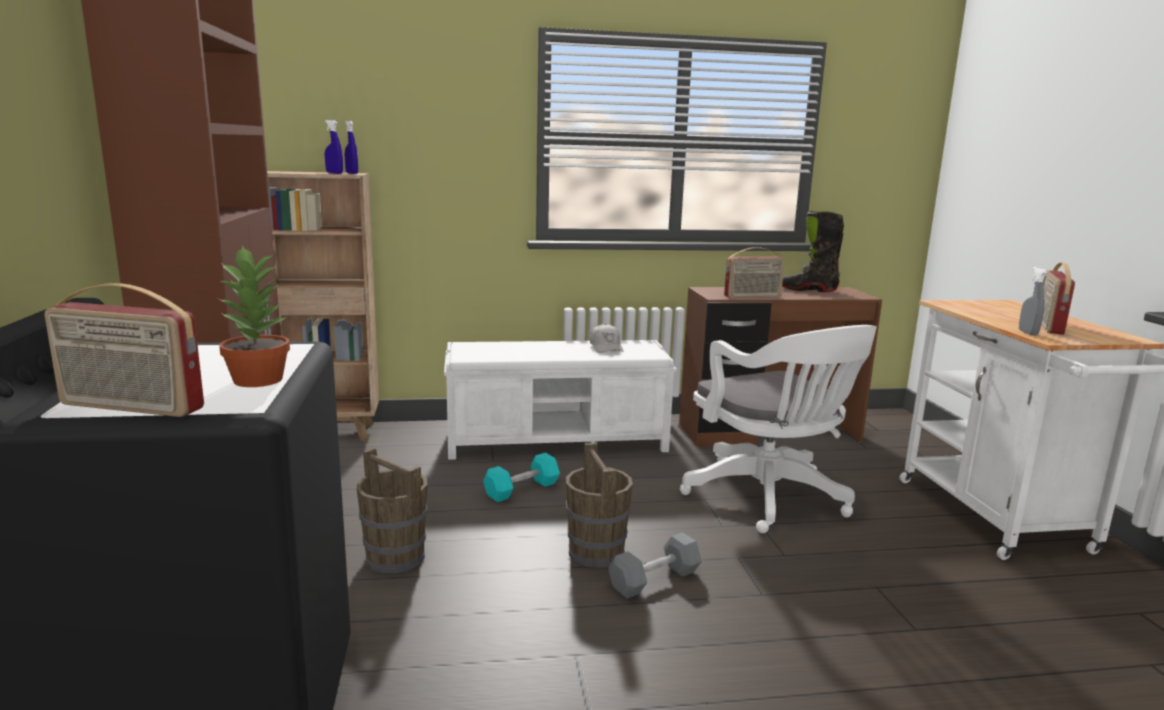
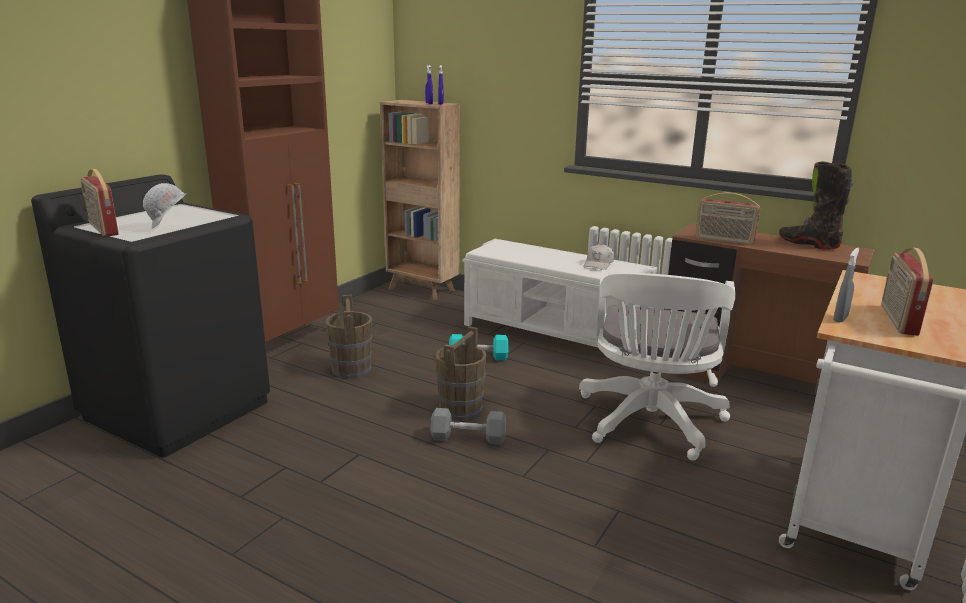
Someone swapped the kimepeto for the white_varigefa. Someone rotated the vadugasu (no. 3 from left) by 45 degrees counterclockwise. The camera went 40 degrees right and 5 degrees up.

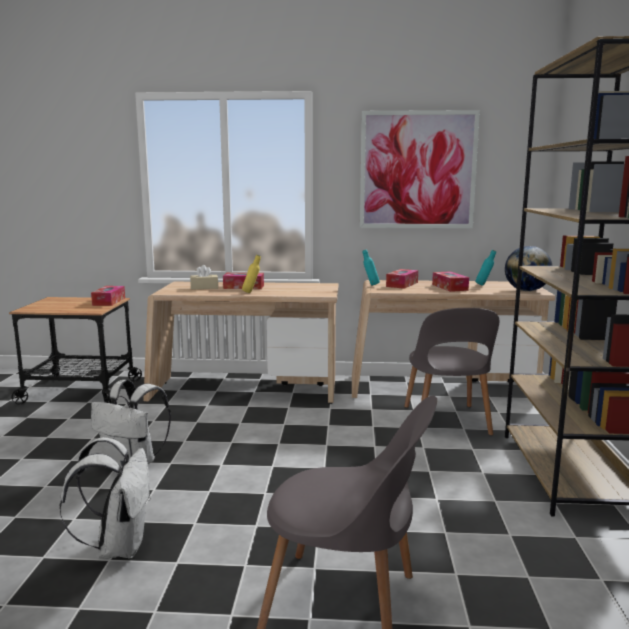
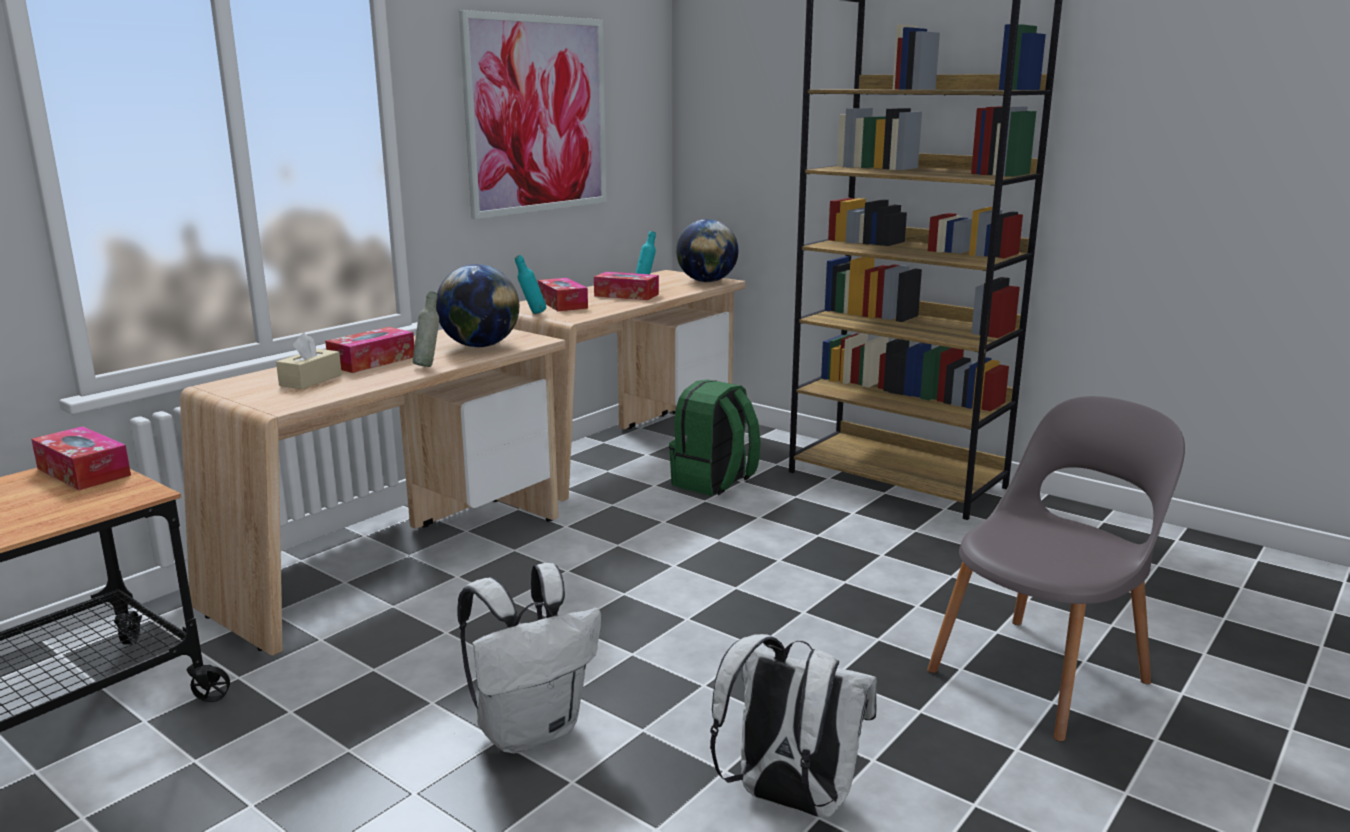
Someone repainted the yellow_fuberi, which became the grey_fuberi. Someone put down the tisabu (no. 1 from left). Someone swapped the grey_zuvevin (no. 2 from left) for the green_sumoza. The camera went 55 degrees left and 5 degrees up.

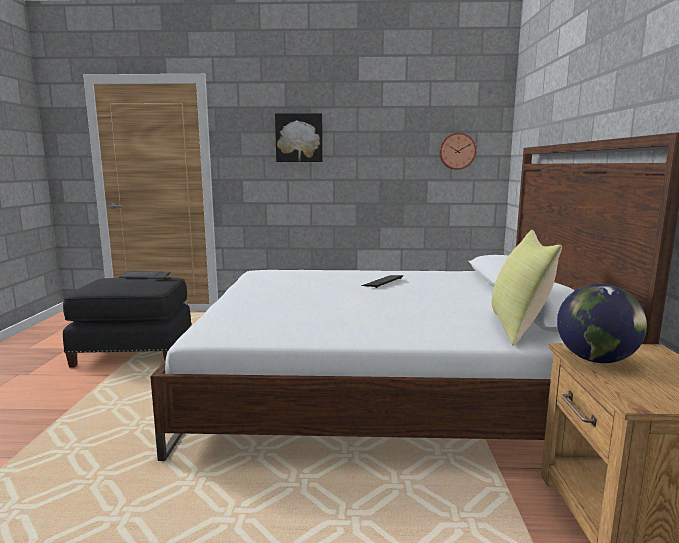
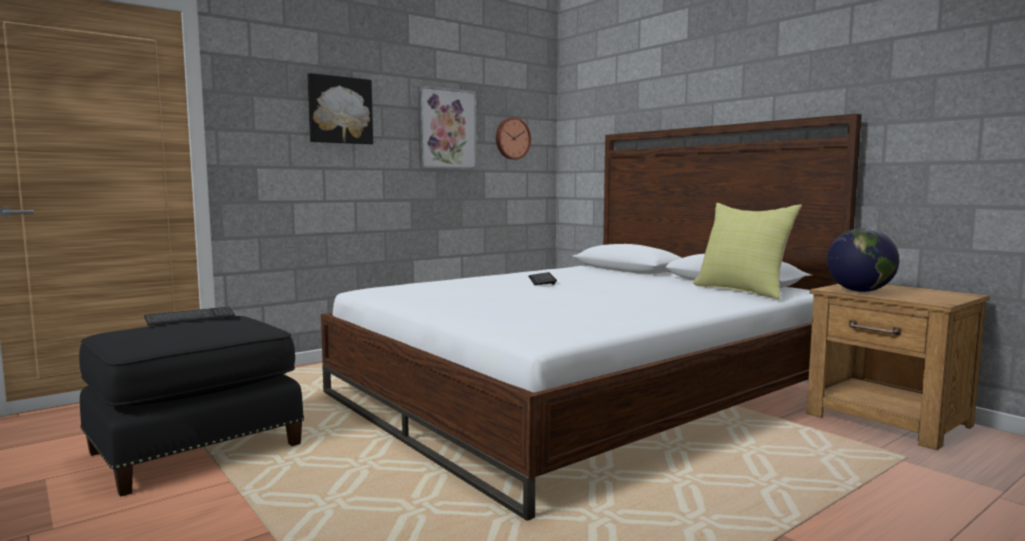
Someone put up the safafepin (no. 2 from left). The camera went 40 degrees left and 5 degrees down.

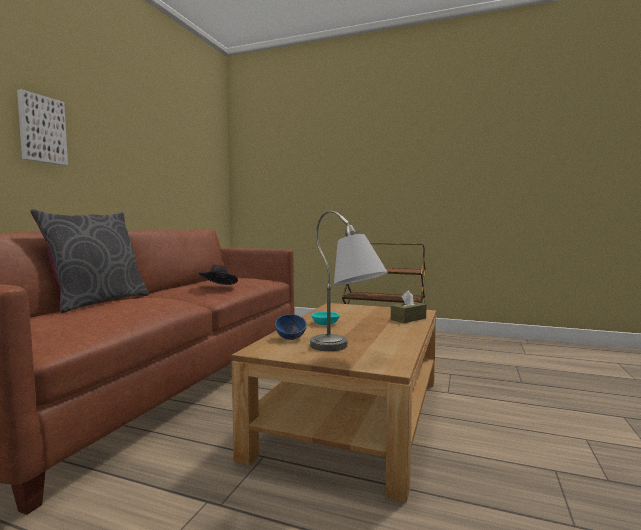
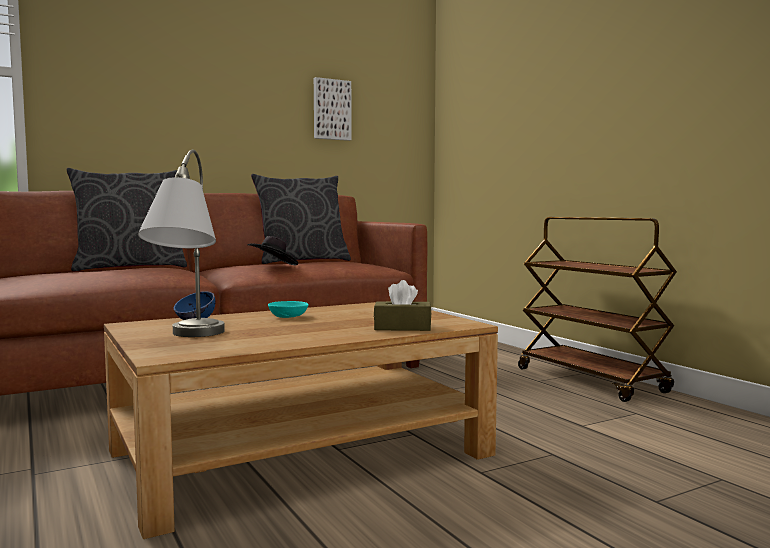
Someone put down the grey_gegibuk (no. 2 from left). Someone carried the safafepin. The camera went 40 degrees right and 0 degrees up.

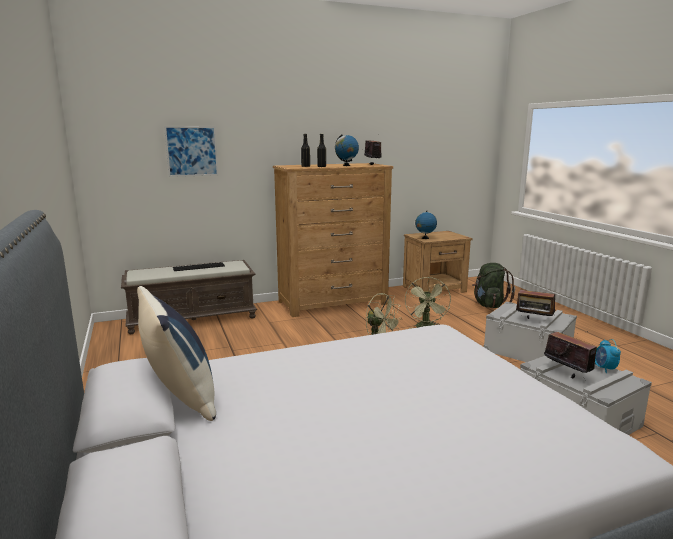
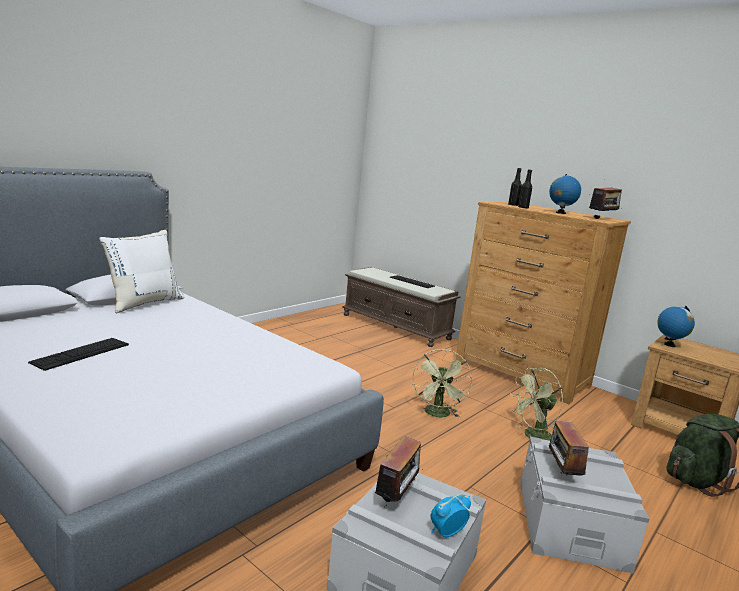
Someone put down the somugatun (no. 1 from left). Someone repainted the blue_gegibuk, which became the white_gegibuk. Someone took away the safafepin. The camera went 60 degrees right and 0 degrees up.

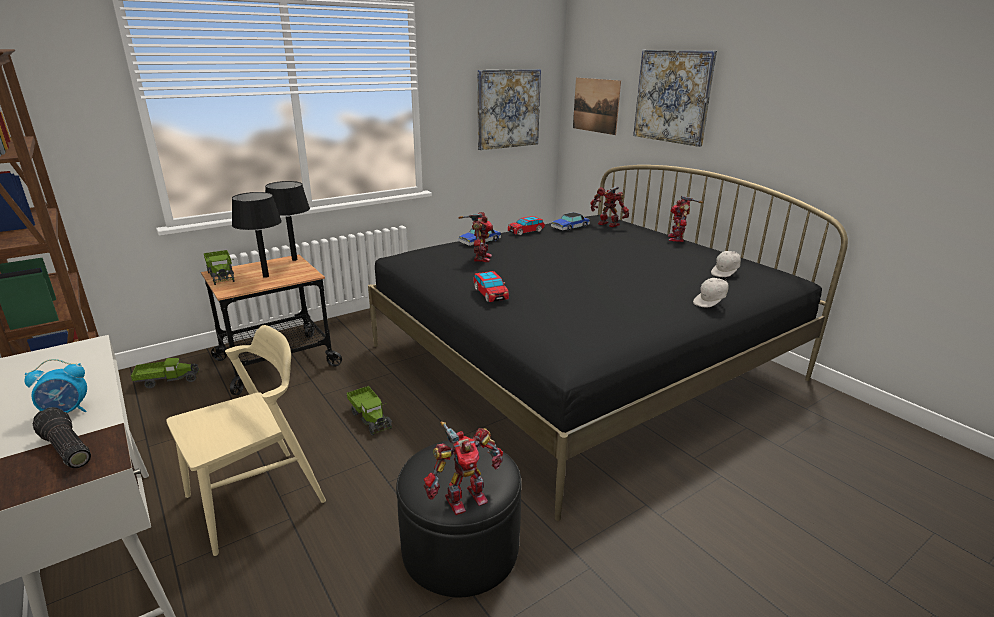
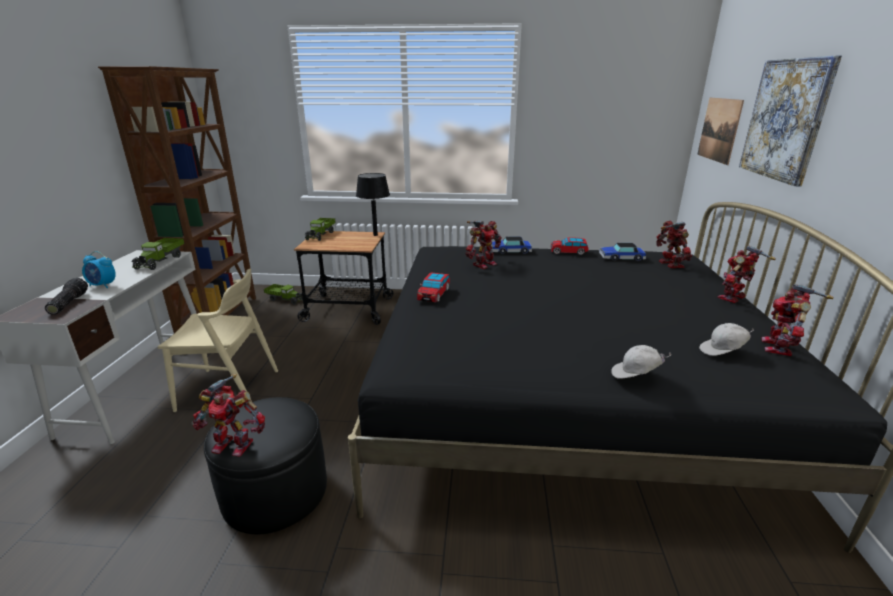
Someone carried the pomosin (no. 3 from left in the first image). Someone put down the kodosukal (no. 5 from left). Someone took away the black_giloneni (no. 1 from left). Someone took away the safafepin (no. 1 from left). The camera went 40 degrees right and 0 degrees up.

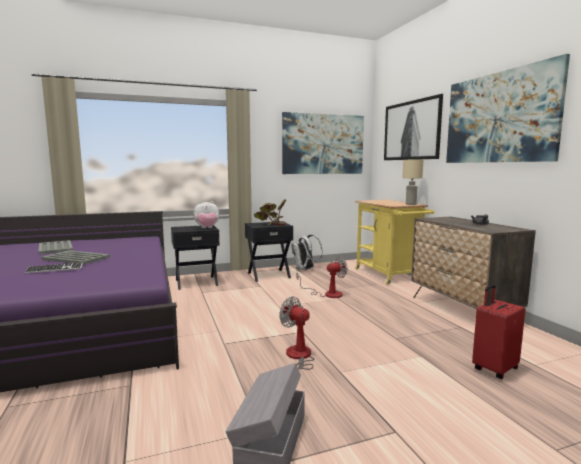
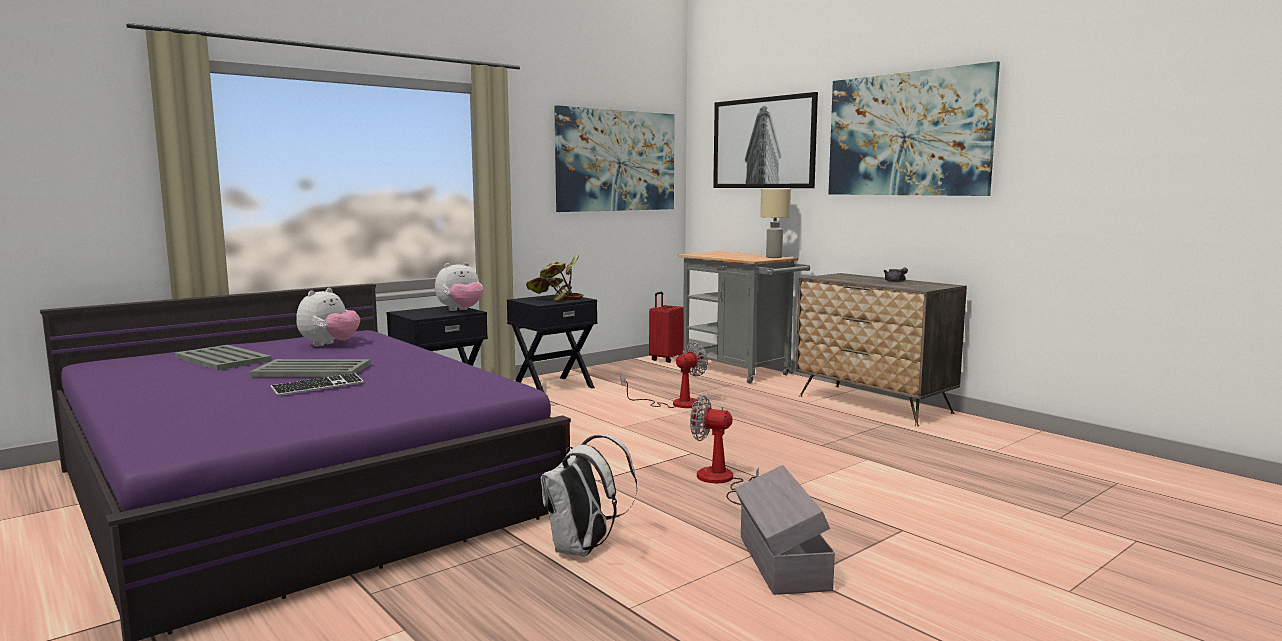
Someone put down the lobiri (no. 1 from left). Someone carried the white_sumoza. Someone carried the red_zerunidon. Someone repainted the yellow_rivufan, which became the grey_rivufan. The camera went 20 degrees left and 0 degrees up.

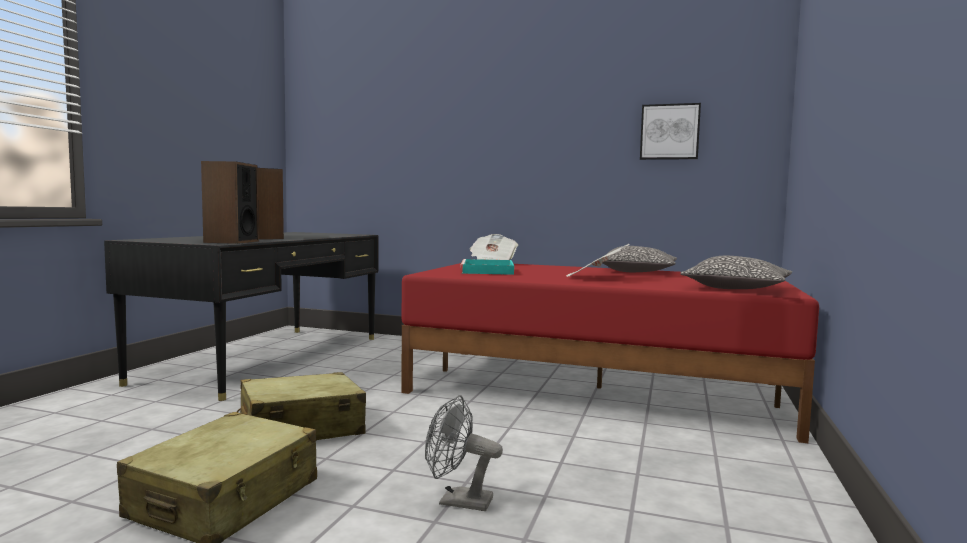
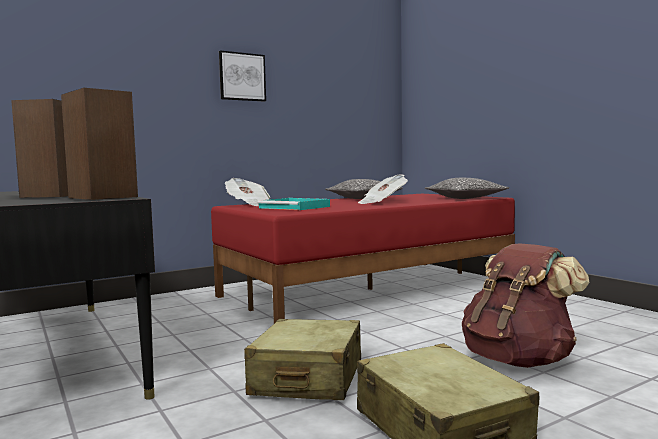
Someone carried the safafepin. Someone swapped the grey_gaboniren for the brown_sumoza. The camera went 50 degrees left and 0 degrees up.

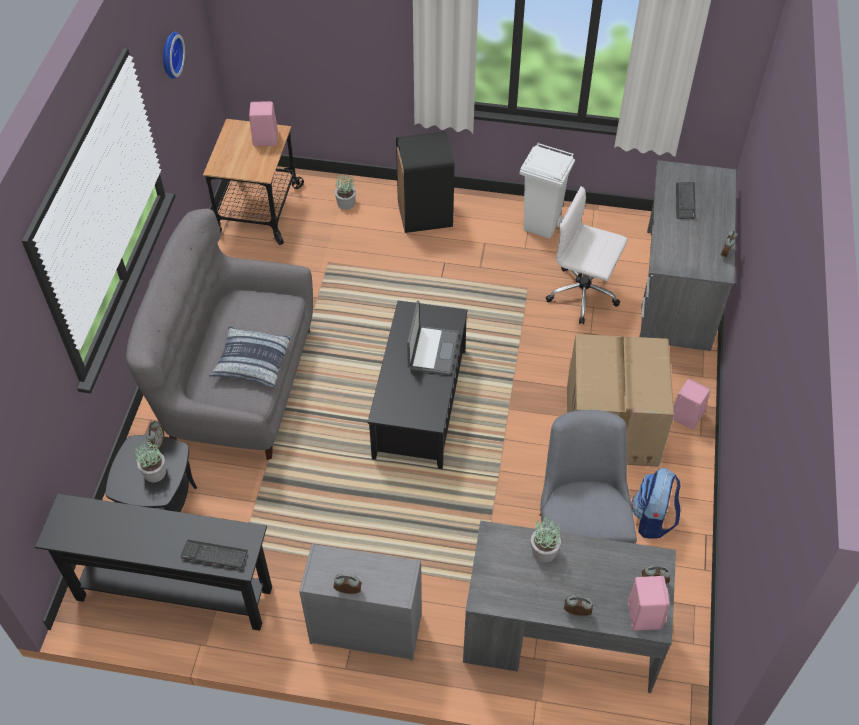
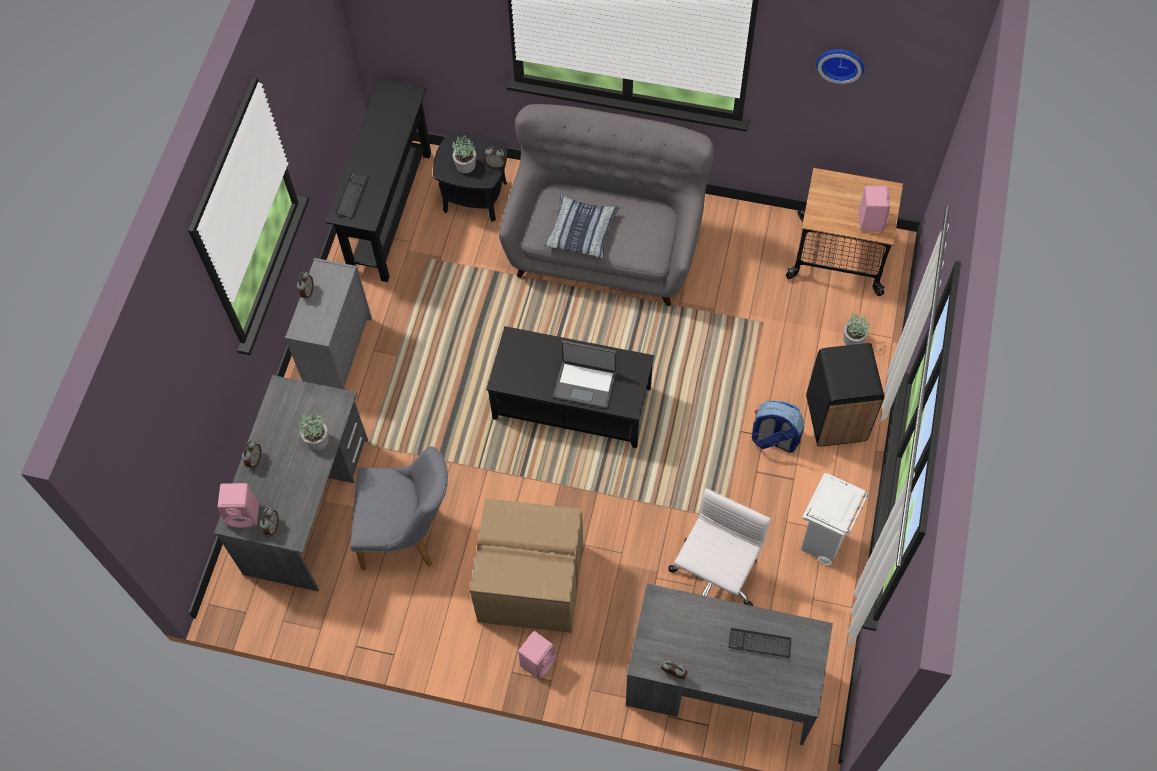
Someone carried the sumoza. The camera went 95 degrees right and 10 degrees up.

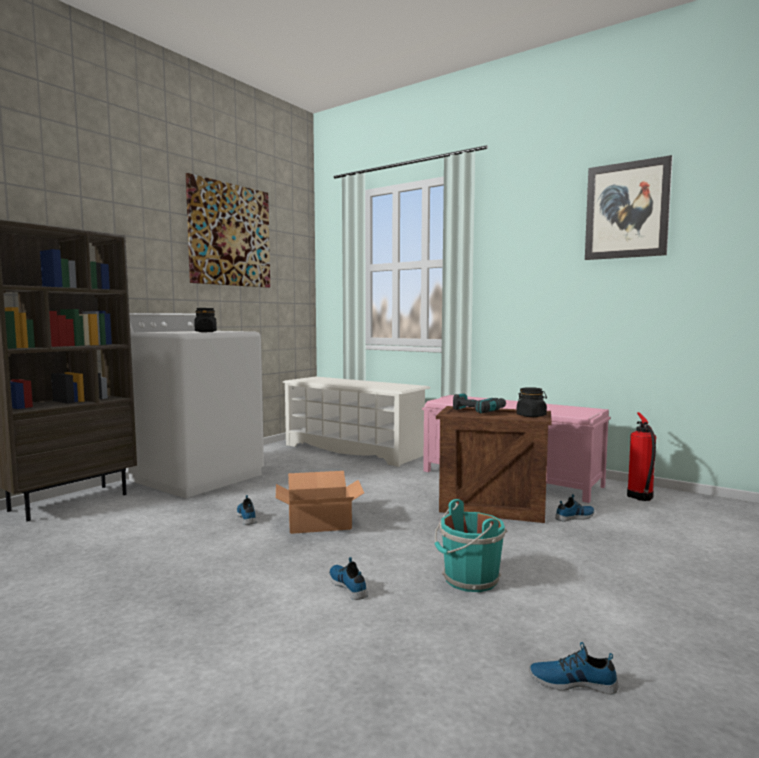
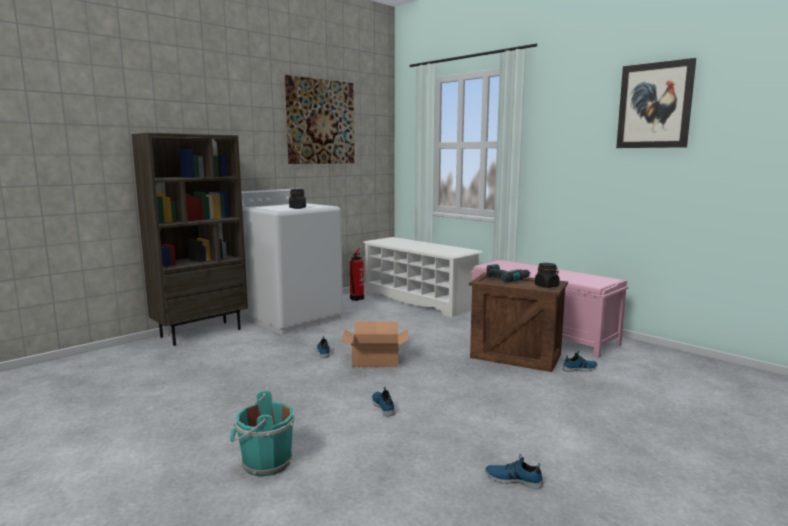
Someone carried the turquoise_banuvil. Someone carried the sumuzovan. The camera went 10 degrees right and 5 degrees up.

